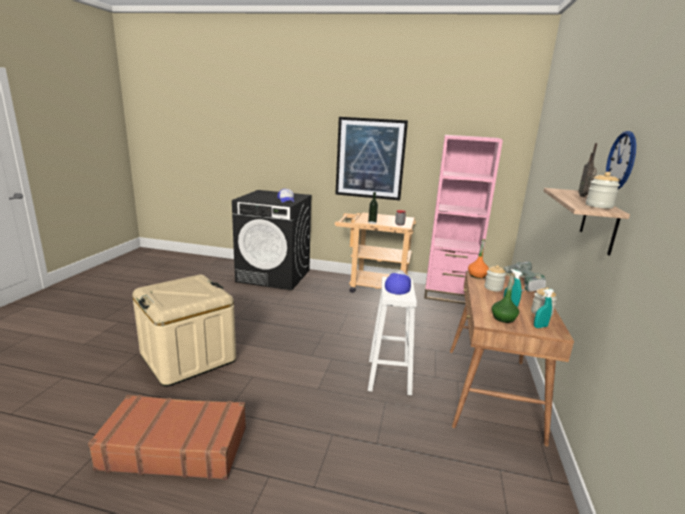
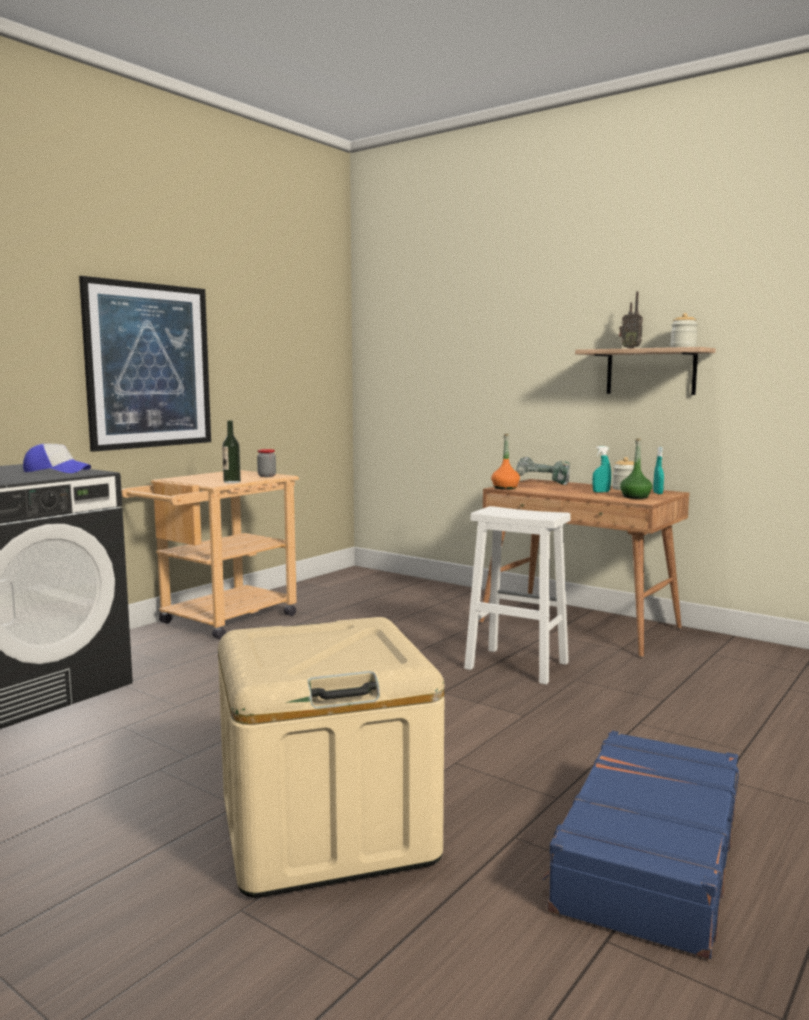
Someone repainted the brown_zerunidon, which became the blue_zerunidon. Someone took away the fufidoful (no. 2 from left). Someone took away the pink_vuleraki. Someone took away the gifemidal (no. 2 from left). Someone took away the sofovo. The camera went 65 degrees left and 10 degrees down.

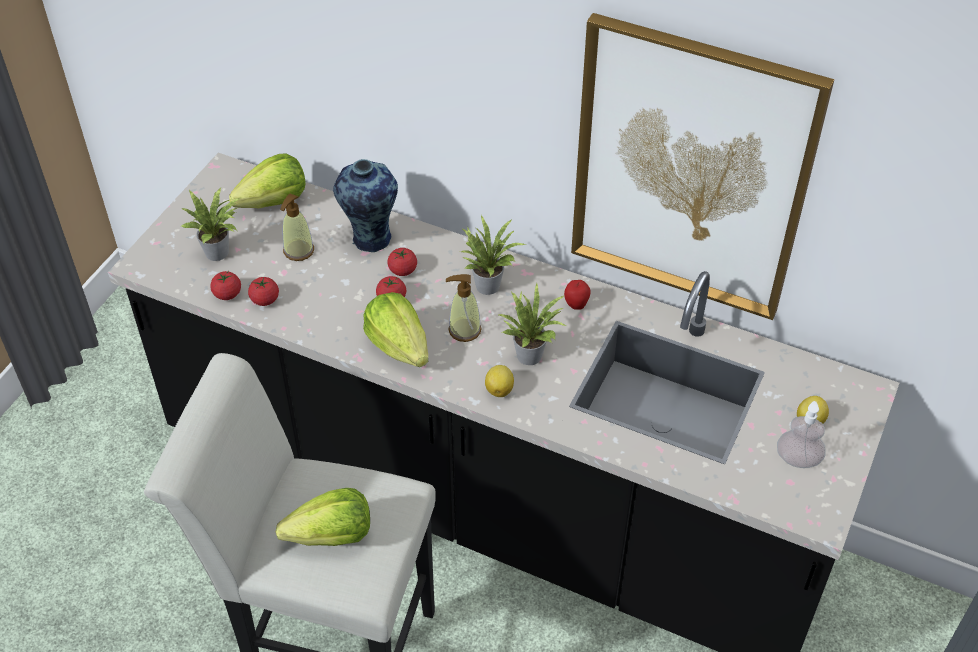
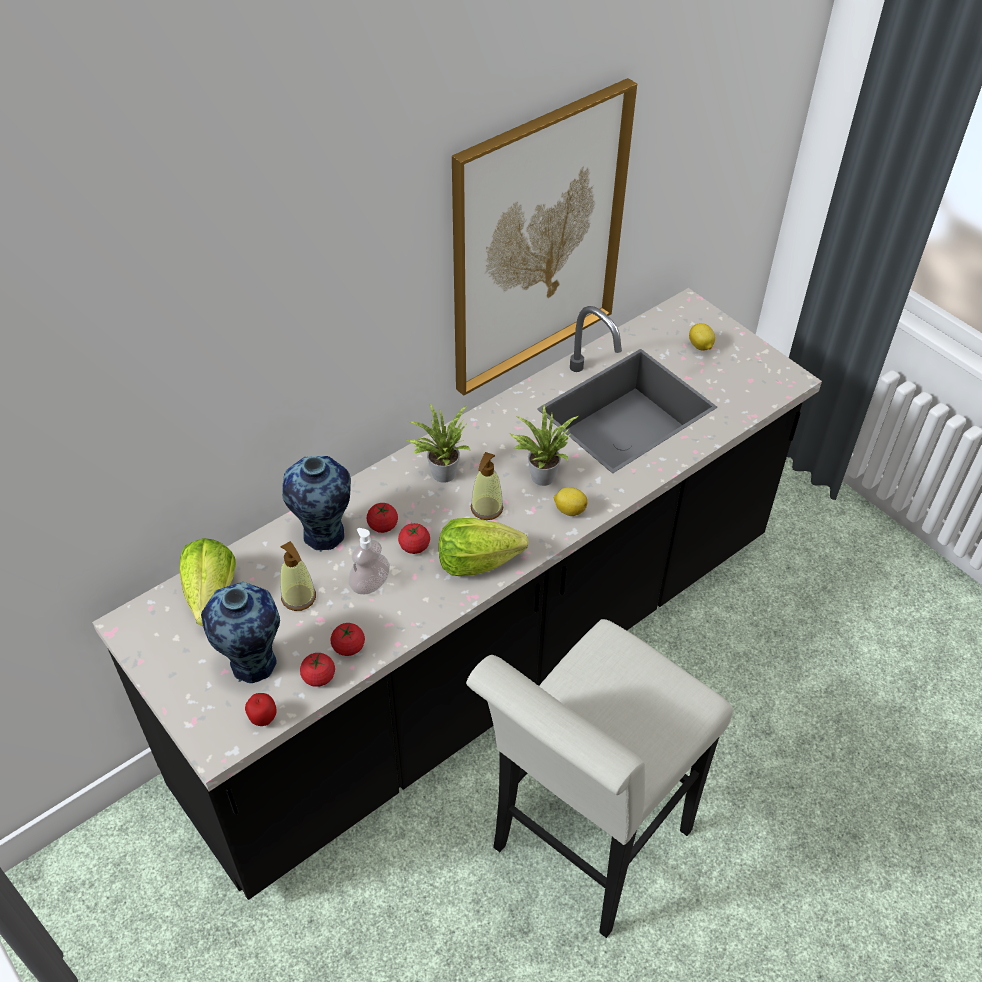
Someone swapped the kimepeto (no. 1 from left) for the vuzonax (no. 1 from left). Someone carried the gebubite. Someone carried the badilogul (no. 3 from left in the first image). Someone took away the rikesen (no. 2 from left). The camera went 65 degrees left and 0 degrees up.

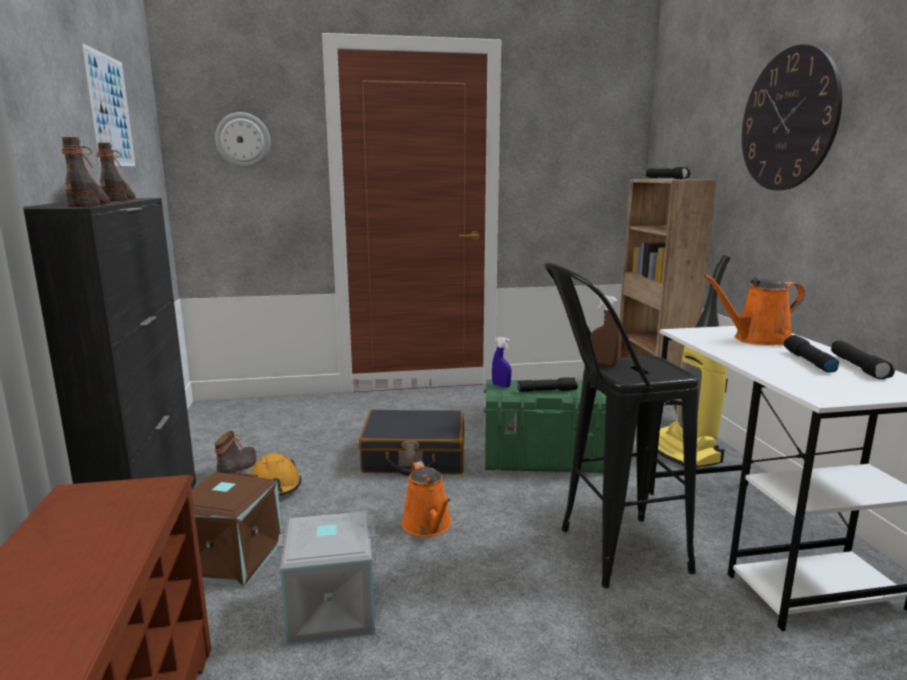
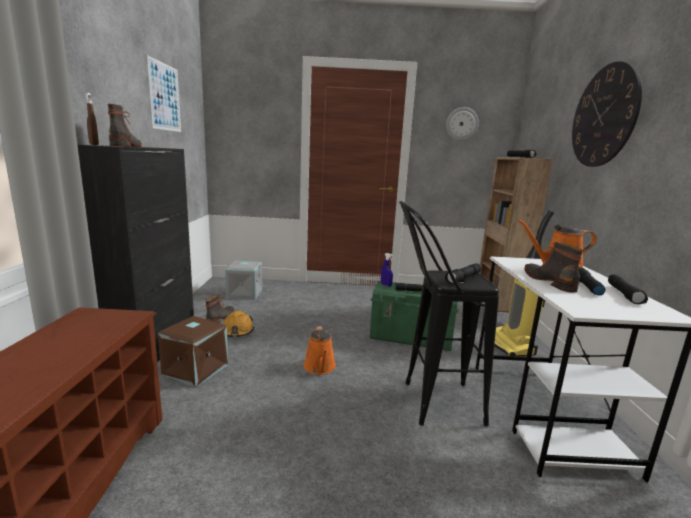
Someone carried the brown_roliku. Someone carried the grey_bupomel. Someone put down the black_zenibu (no. 2 from left). Someone carried the sofovo (no. 1 from left). Someone carried the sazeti (no. 2 from left in the first image). Someone took away the black_zerunidon. The camera went 10 degrees right and 0 degrees up.

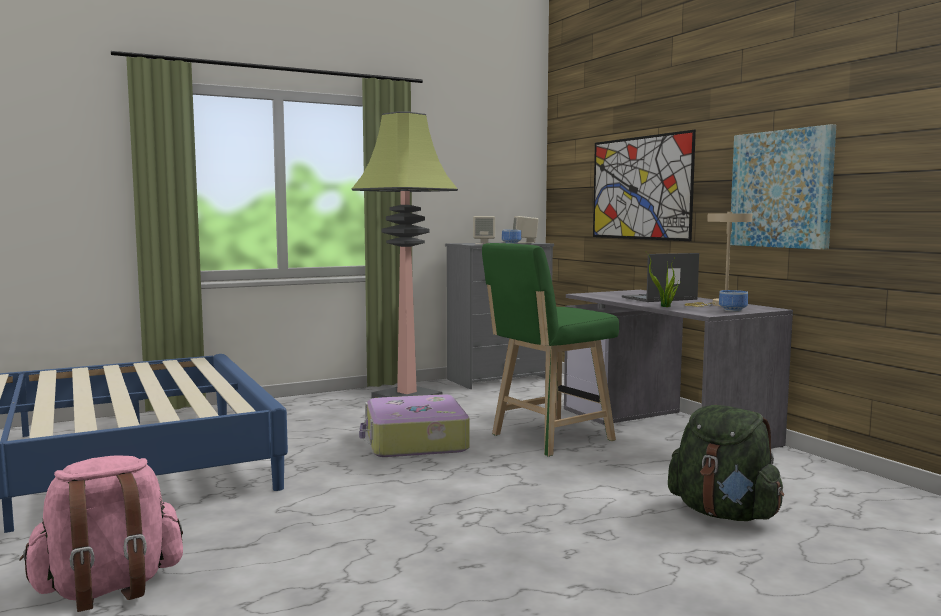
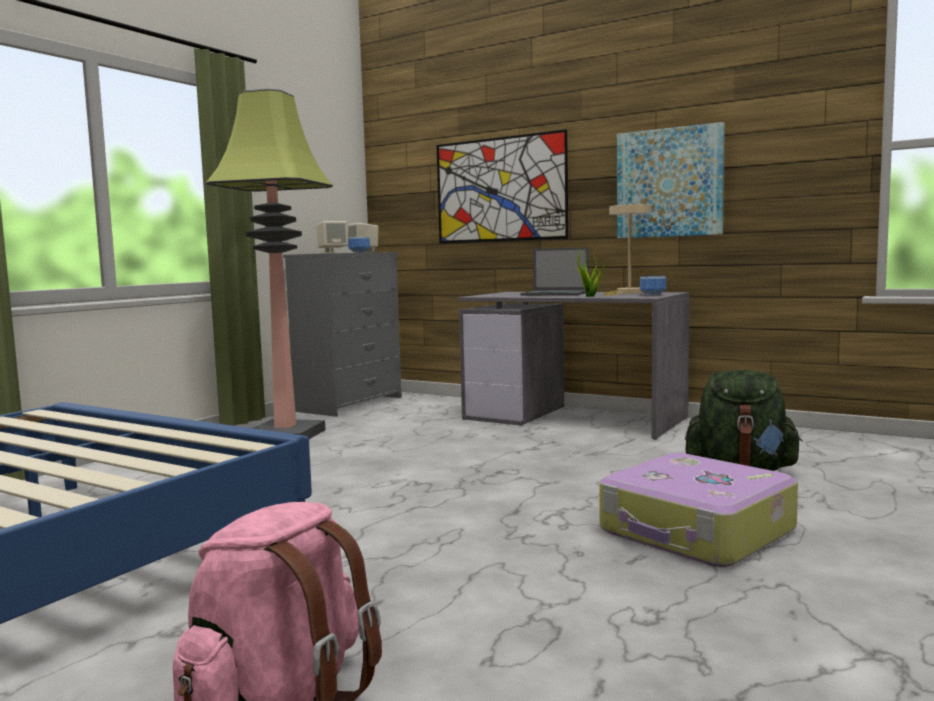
Someone rotated the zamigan by 105 degrees counterclockwise. Someone carried the zerunidon. Someone took away the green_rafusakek. The camera went 30 degrees left and 0 degrees up.

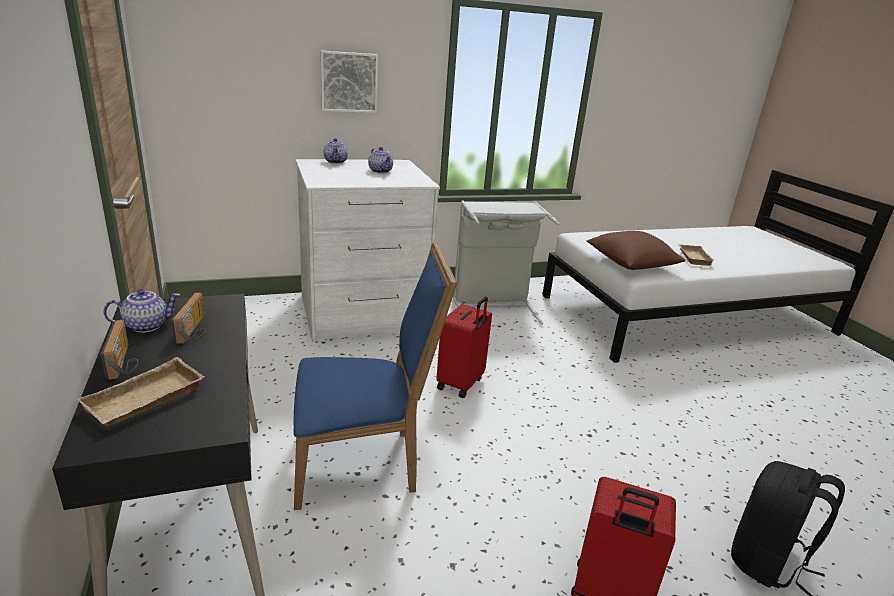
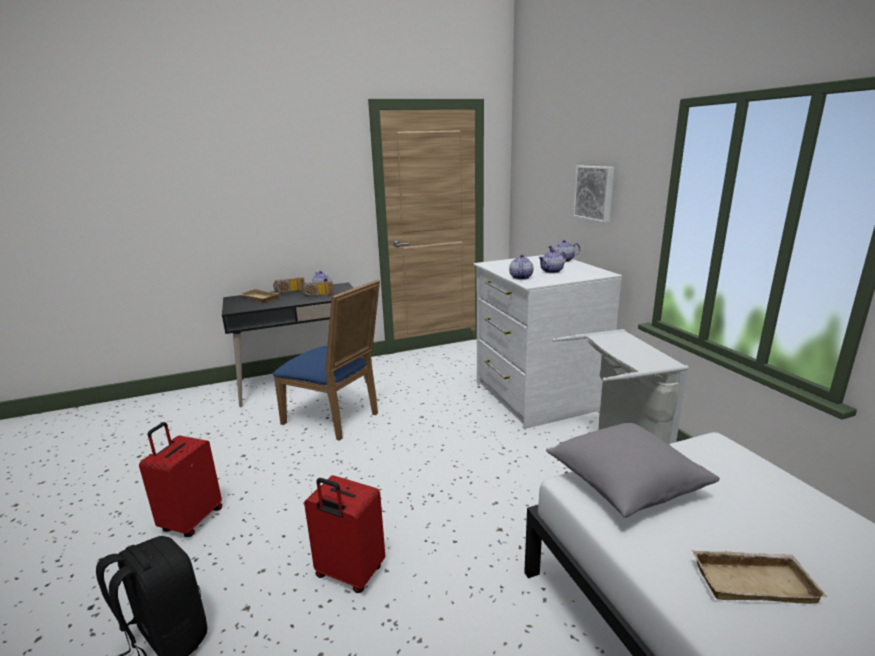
Someone rotated the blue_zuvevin by 45 degrees counterclockwise. Someone carried the red_zerunidon (no. 1 from left in the first image). Someone put down the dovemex (no. 2 from left). Someone repainted the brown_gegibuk, which became the grey_gegibuk. The camera went 90 degrees right and 5 degrees down.

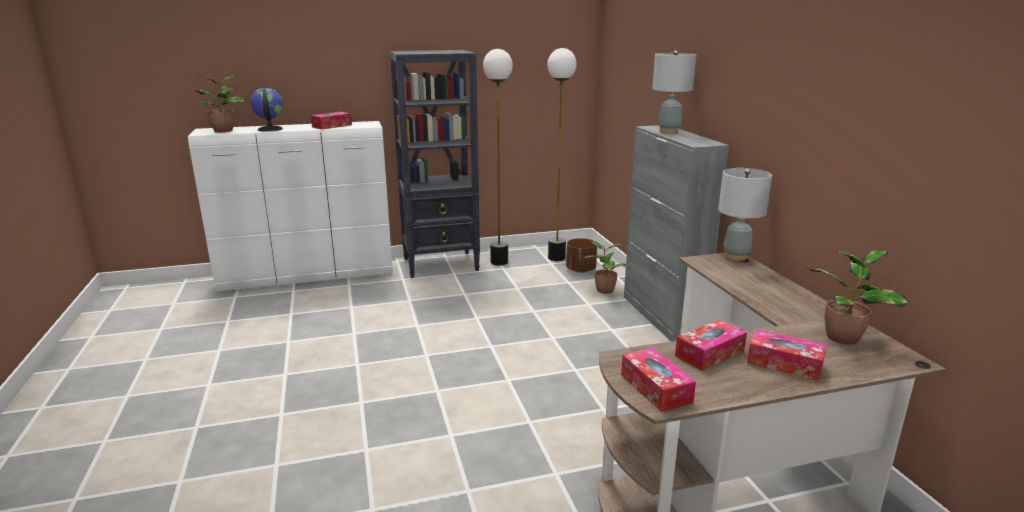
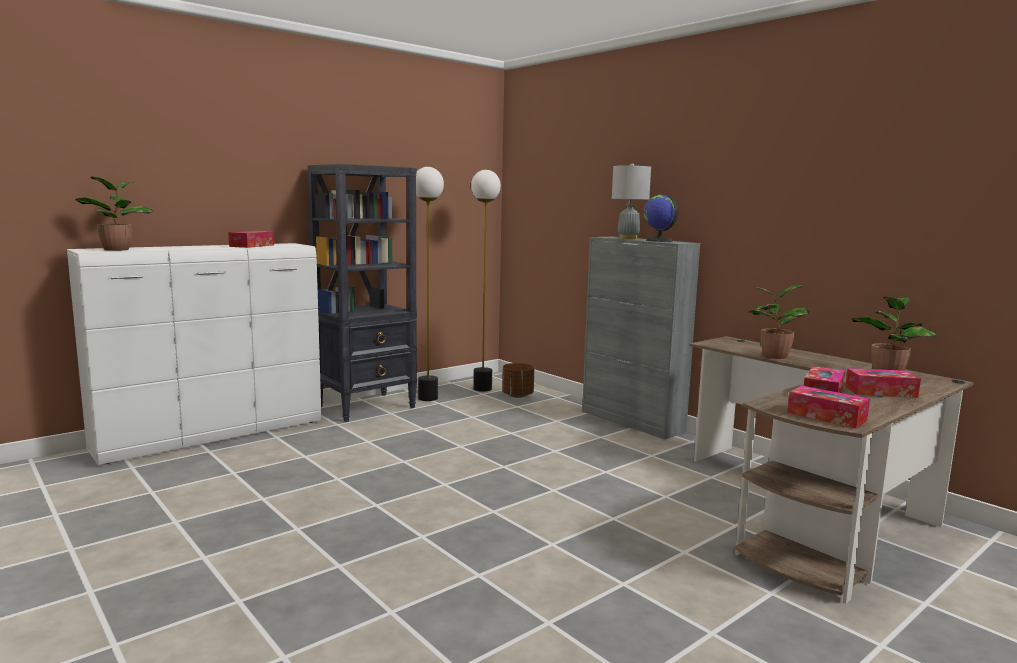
Someone carried the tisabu. Someone carried the kimepeto (no. 2 from left). Someone took away the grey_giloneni (no. 2 from left). The camera went 25 degrees left and 10 degrees down.

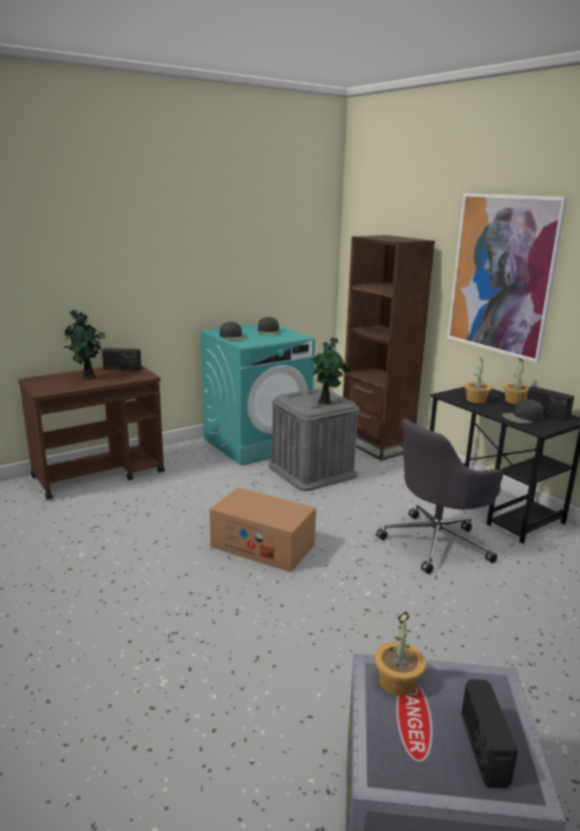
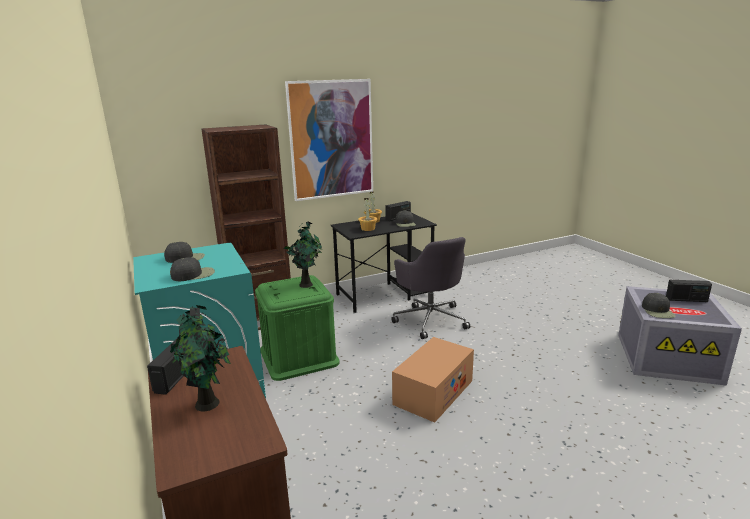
Someone repainted the grey_bupomel (no. 1 from left), which became the green_bupomel. Someone swapped the kimepeto (no. 3 from left) for the black_fufidoful (no. 4 from left). The camera went 80 degrees left and 0 degrees up.

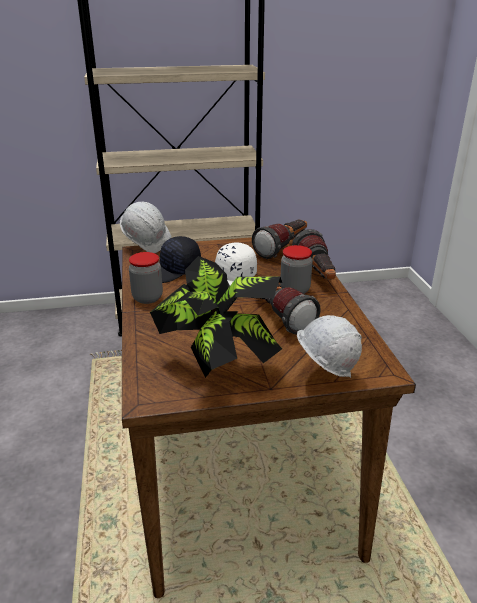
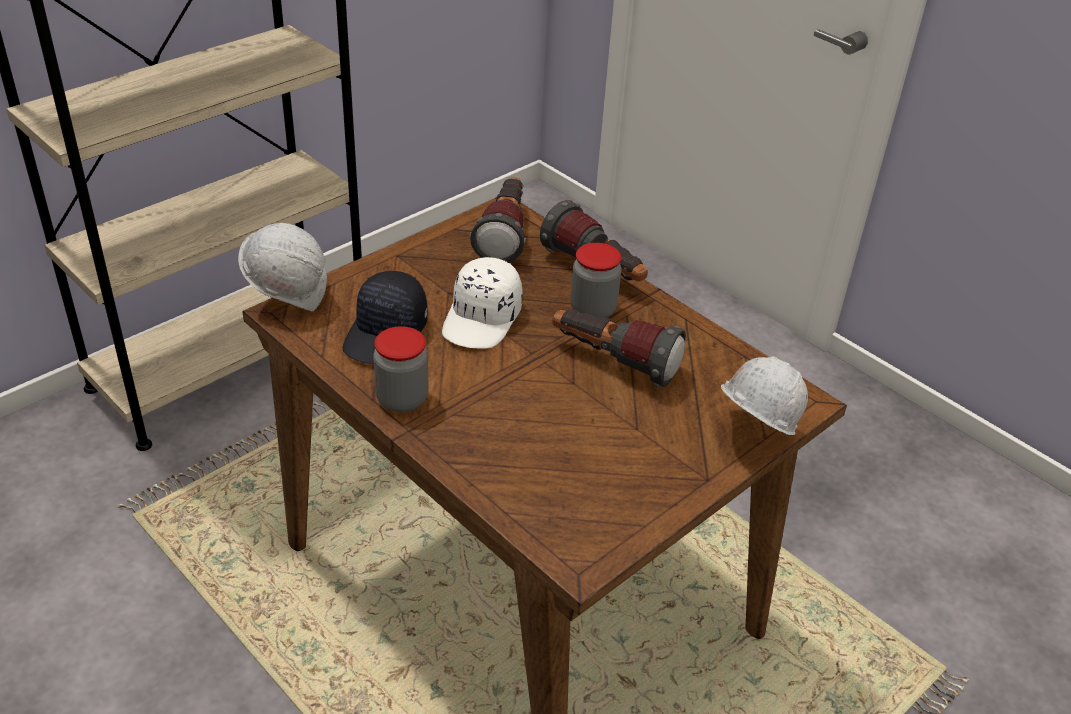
Someone took away the kimepeto. The camera went 35 degrees left and 10 degrees up.

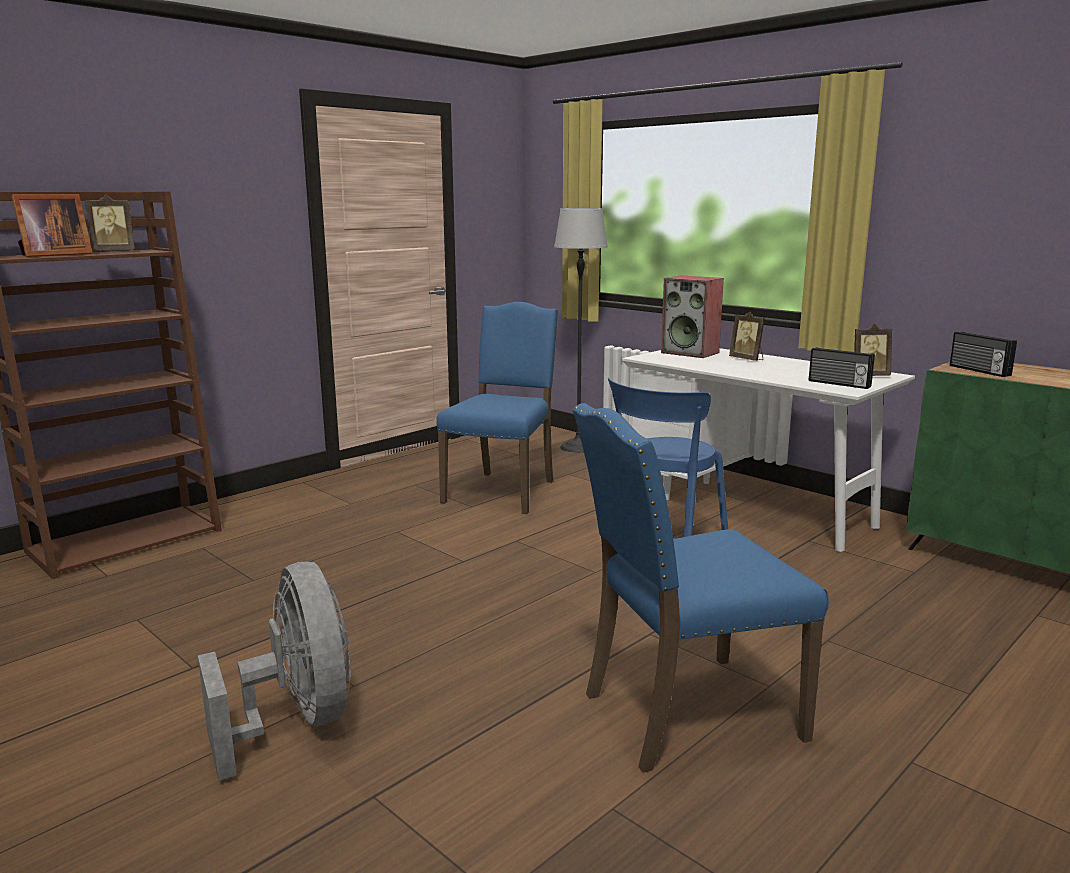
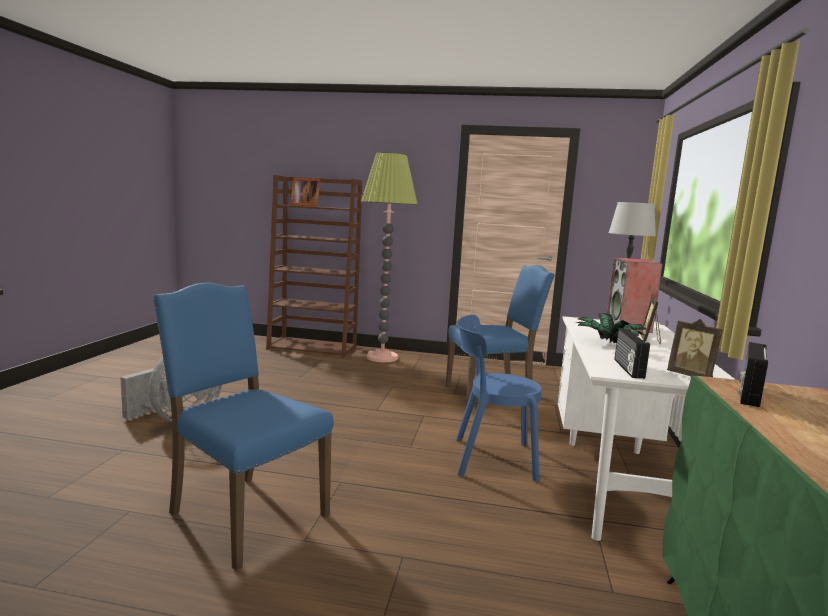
Someone put down the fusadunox (no. 1 from left). Someone put down the kimepeto. Someone took away the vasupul (no. 2 from left). The camera went 55 degrees right and 5 degrees down.

